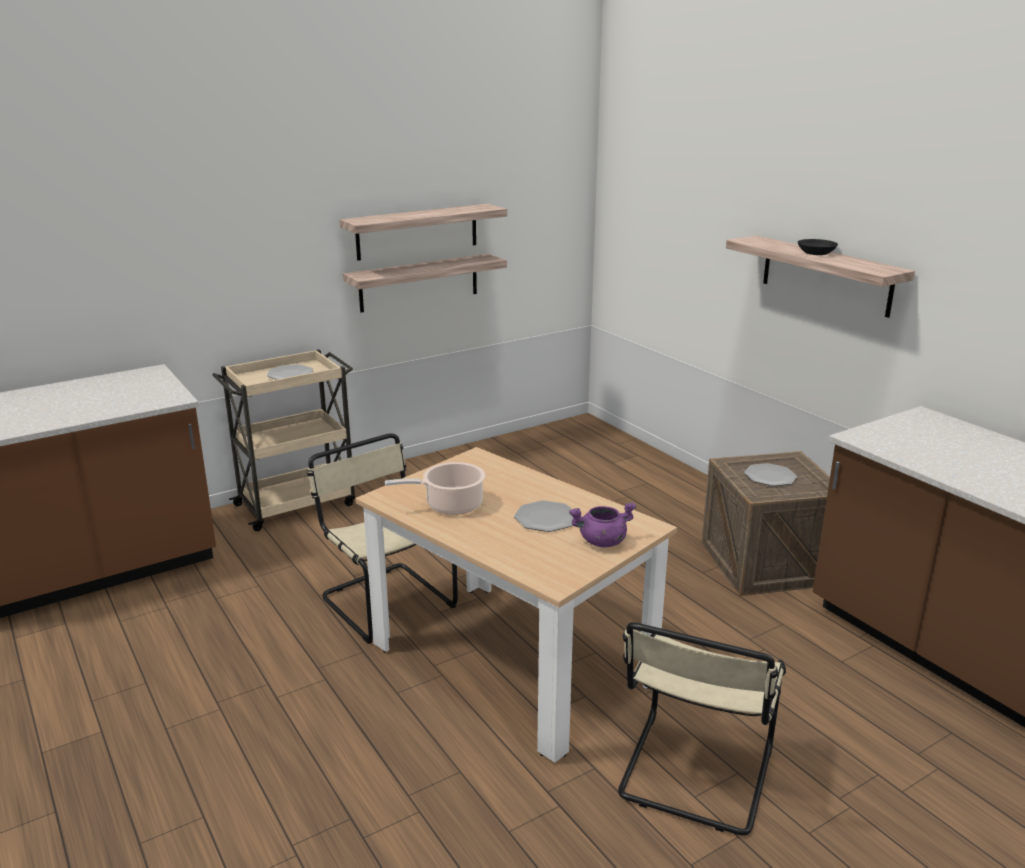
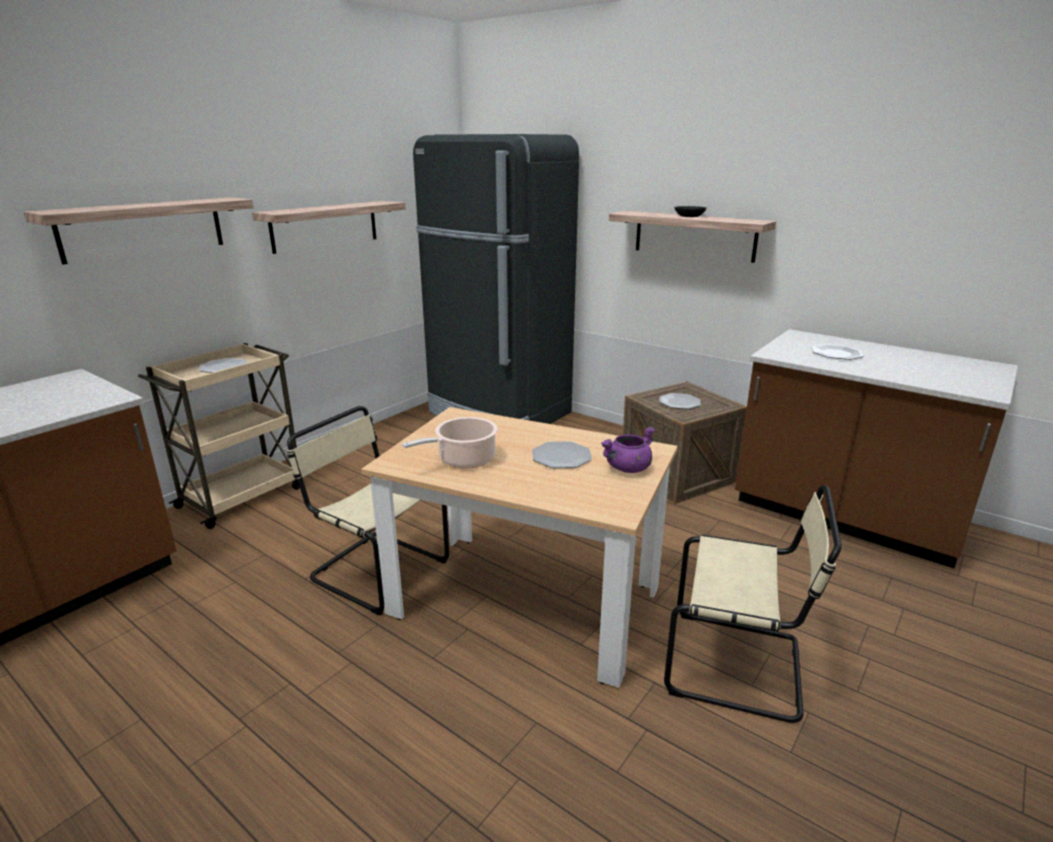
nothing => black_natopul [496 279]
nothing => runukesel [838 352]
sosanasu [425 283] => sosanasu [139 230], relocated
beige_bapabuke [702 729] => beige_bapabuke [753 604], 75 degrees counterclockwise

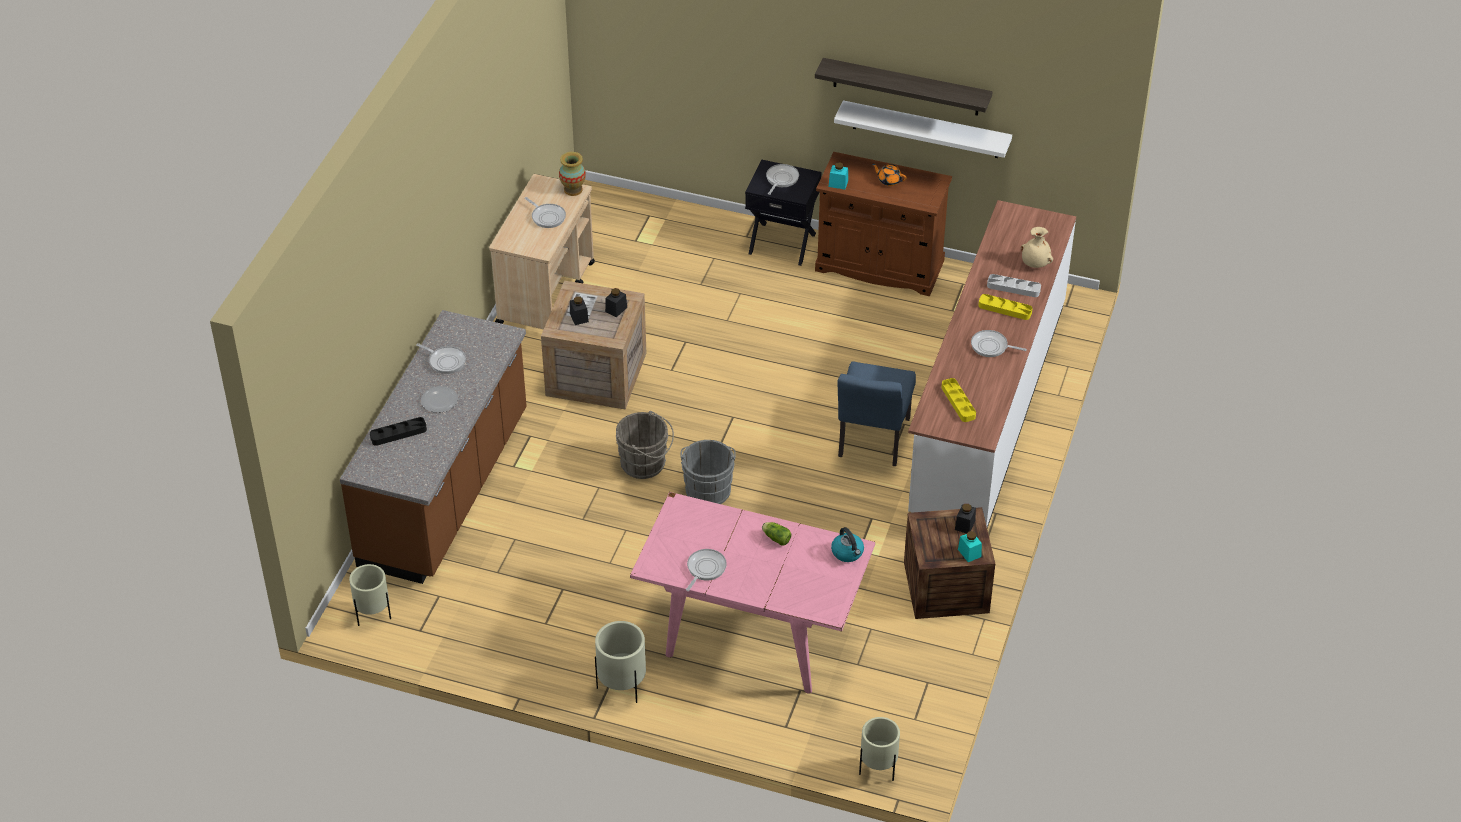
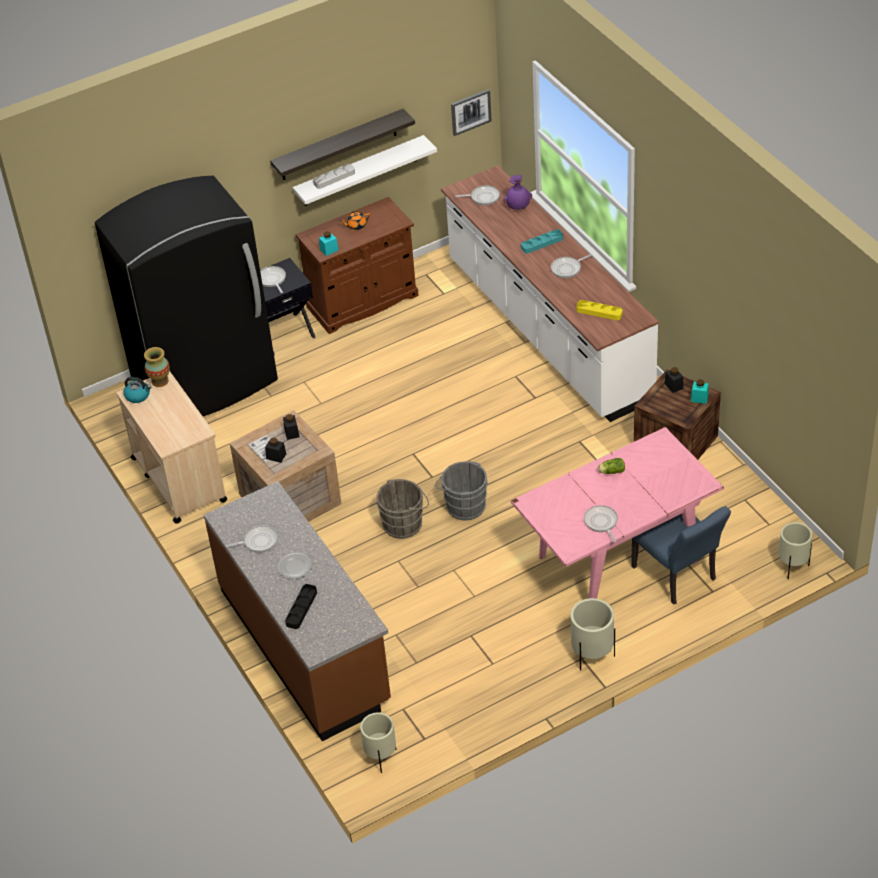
nothing => black_natopul [186 296]
nothing => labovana [471 112]
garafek [545 212] => garafek [477 195], relocated
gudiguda [847 544] => gudiguda [137 390], relocated
blue_bapabuke [876 413] => blue_bapabuke [681 555], relocated
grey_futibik [1014 285] => grey_futibik [334 176], relocated
yellow_futibik [1005 307] => turquoise_futibik [542 241]
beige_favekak [1037 247] => purple_favekak [517 192]

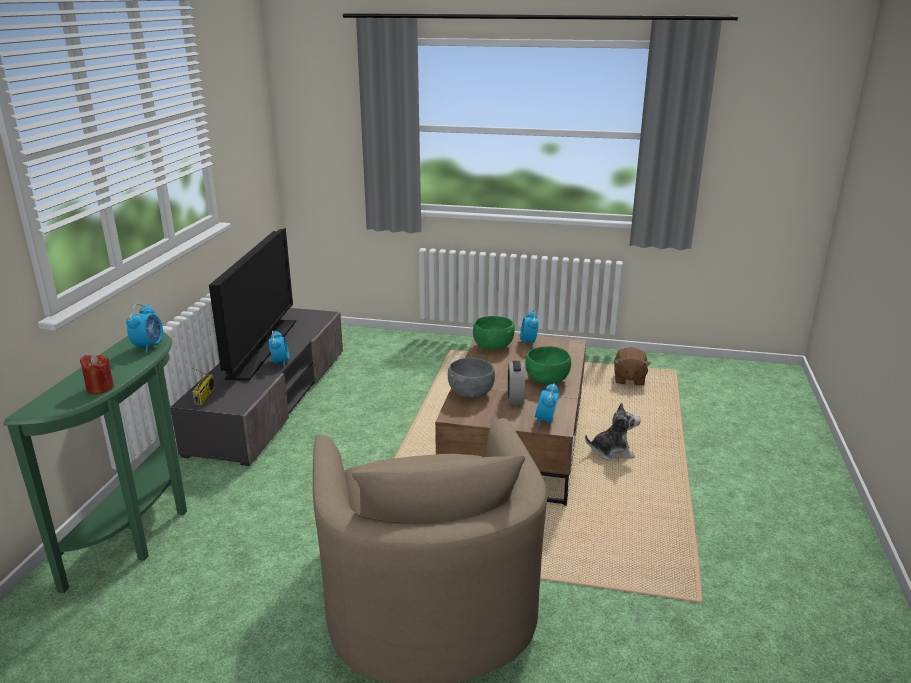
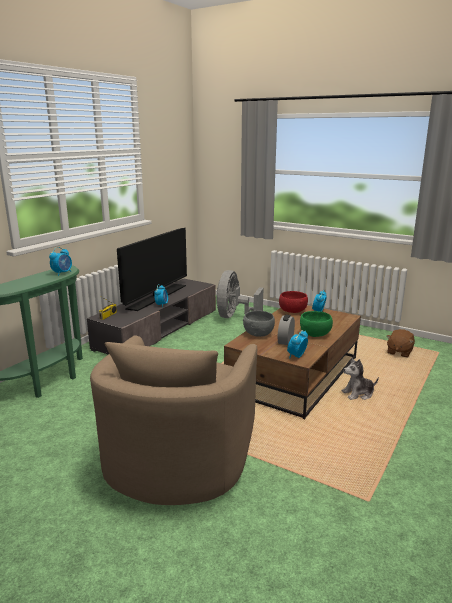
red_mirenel [97 374] => nothing
nothing => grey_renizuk [240 294]
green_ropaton [494 333] => red_ropaton [293 302]
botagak [613 431] => botagak [360 379], 150 degrees clockwise

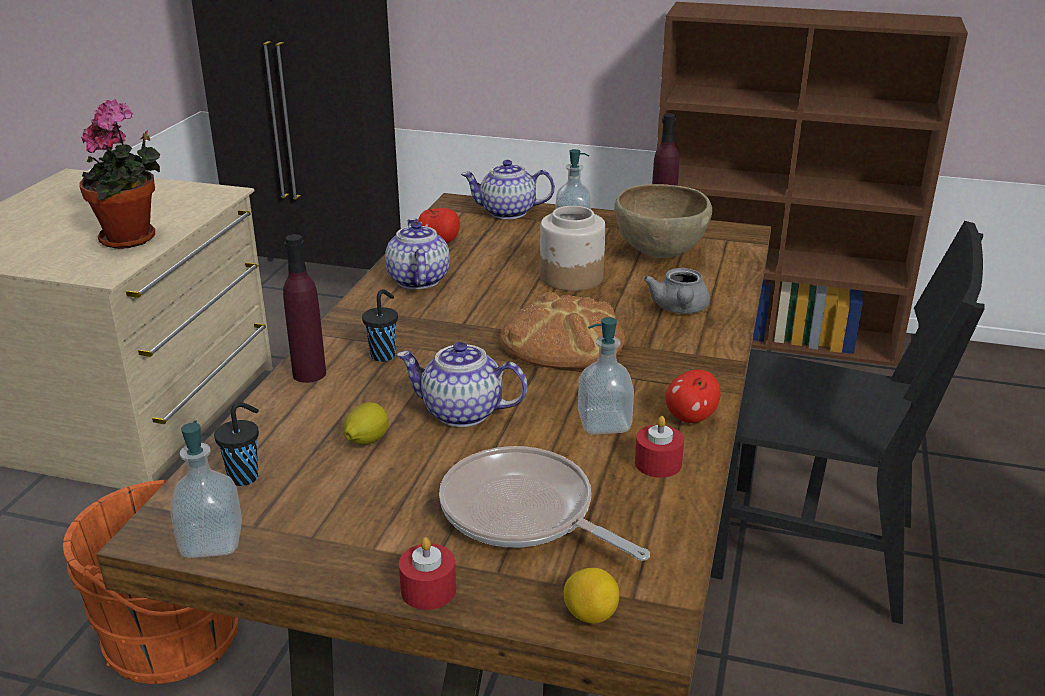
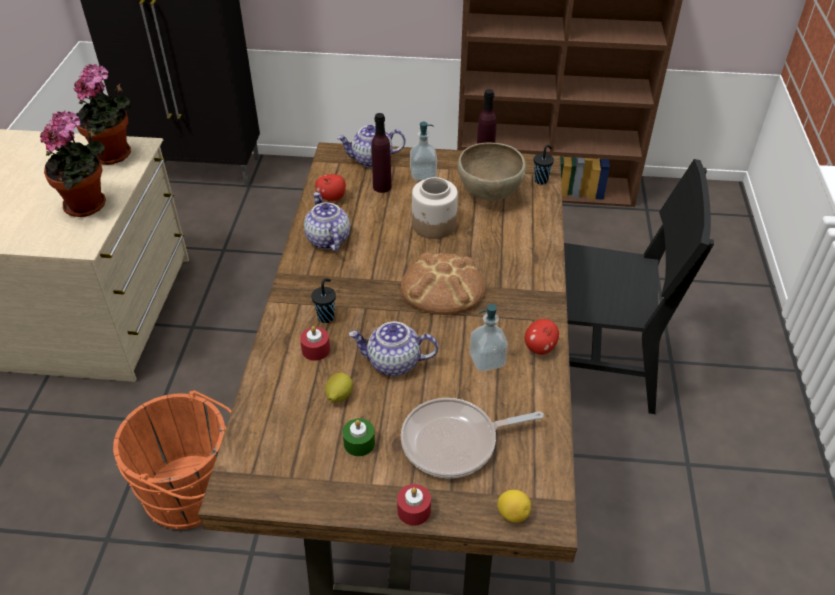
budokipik [206 489] => nothing
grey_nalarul [677 291] => nothing
nothing => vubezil [102 114]
nothing => green_mirenel [359 437]
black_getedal [236 444] => black_getedal [544 165], relocated
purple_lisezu [304 308] => purple_lisezu [381 153], relocated
red_mirenel [659 447] => red_mirenel [315 343], relocated
garafek [544 503] => garafek [472 438], 45 degrees counterclockwise

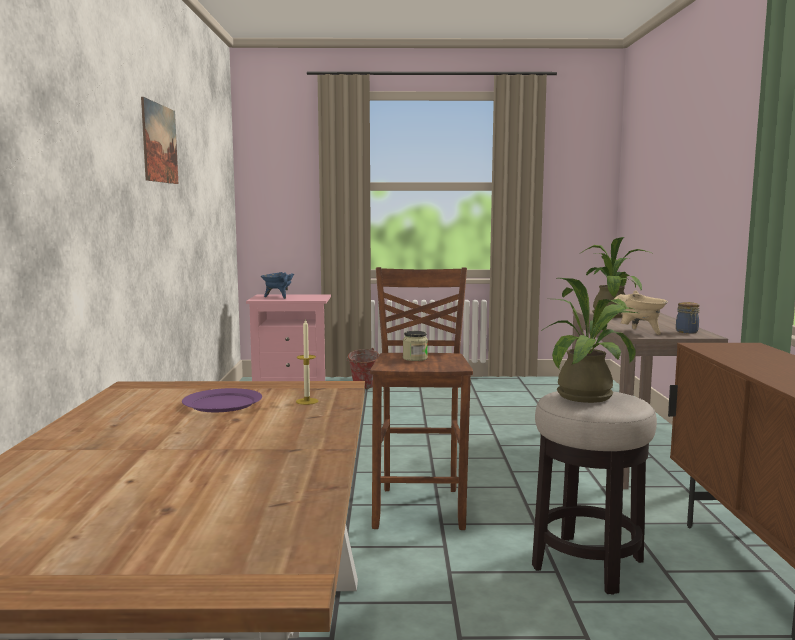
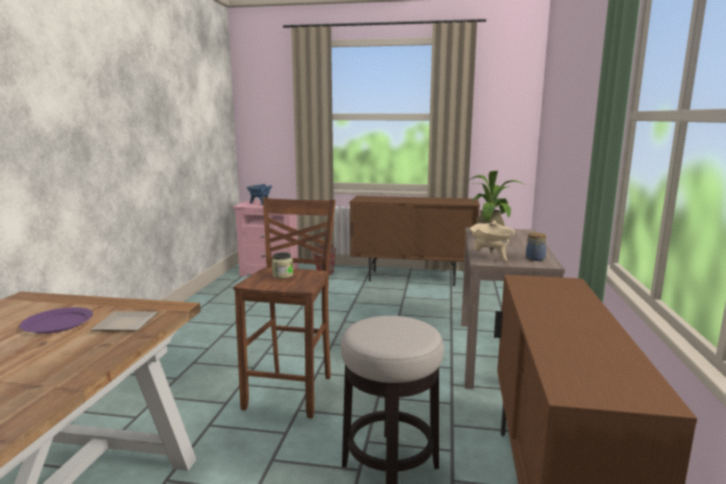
labovana [159 140] => nothing
vubezil [589 340] => nothing
nothing => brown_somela [415 241]
mirenel [307 361] => runukesel [124 321]

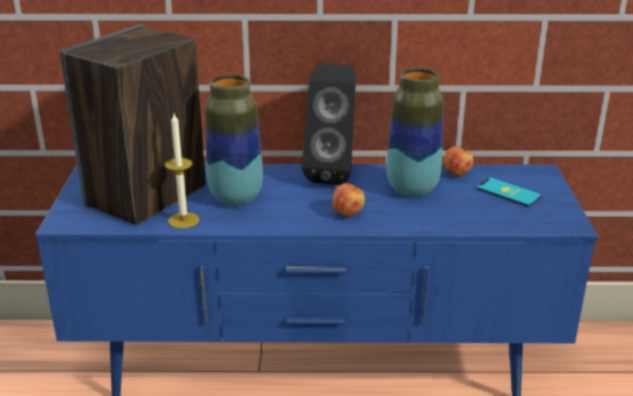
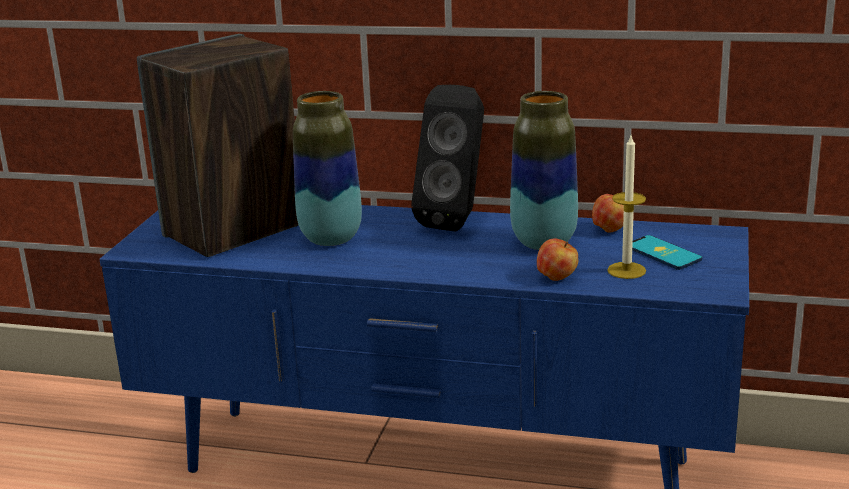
mirenel [182 171] => mirenel [626 207], relocated
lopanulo [348 200] => lopanulo [557 259], relocated

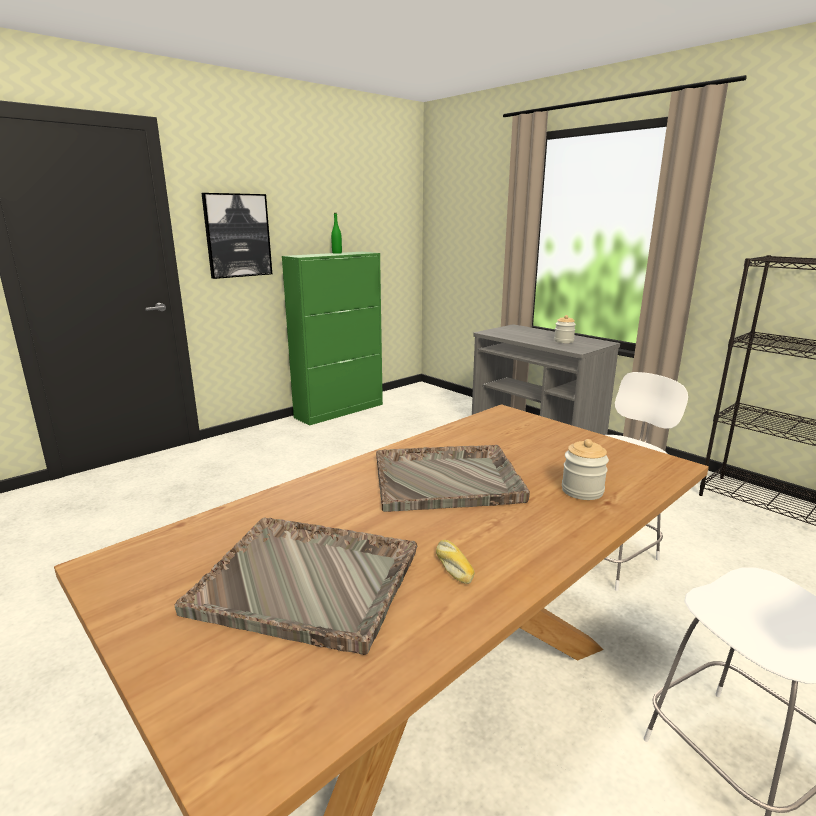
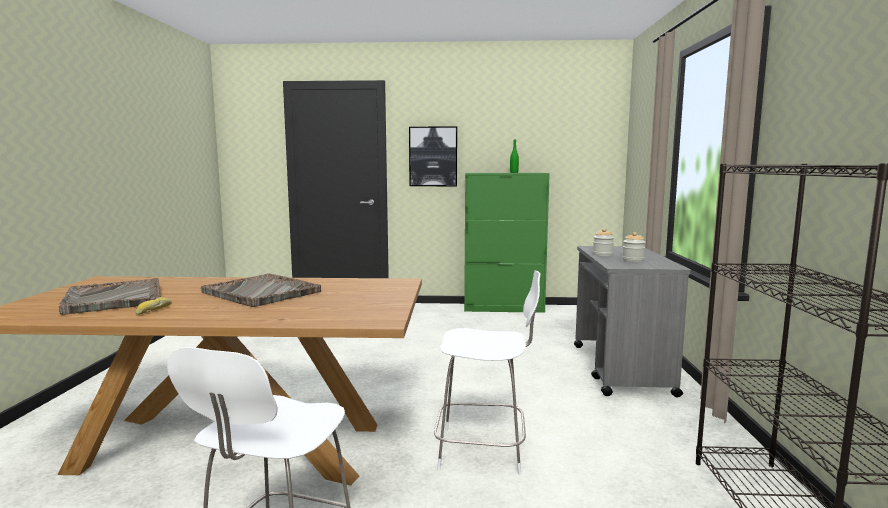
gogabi [585 469] => gogabi [603 242], relocated

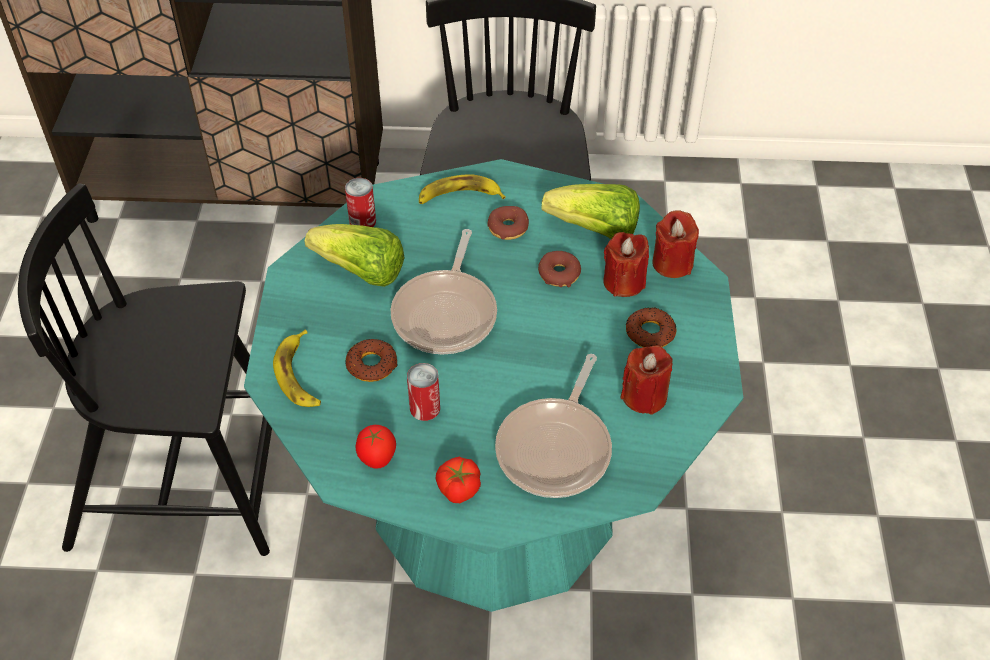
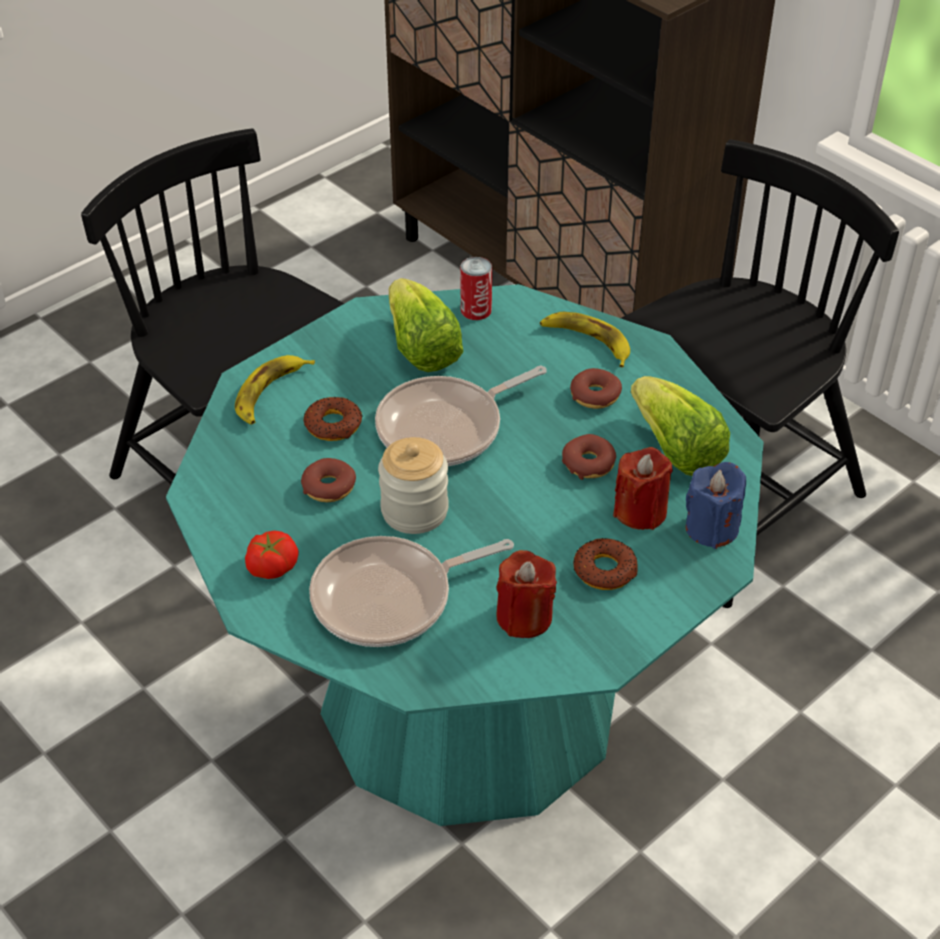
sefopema [376 447] => nothing
nothing => gogabi [413 485]
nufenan [423 392] => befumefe [328 480]
red_mirenel [675 244] => blue_mirenel [716 505]

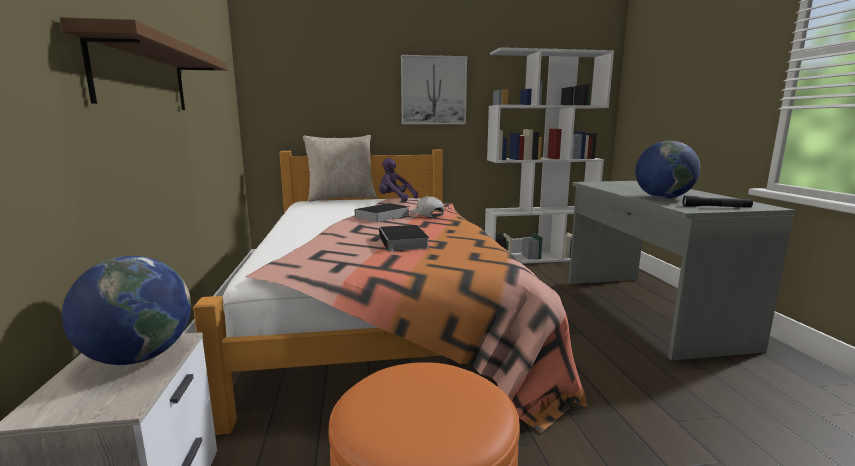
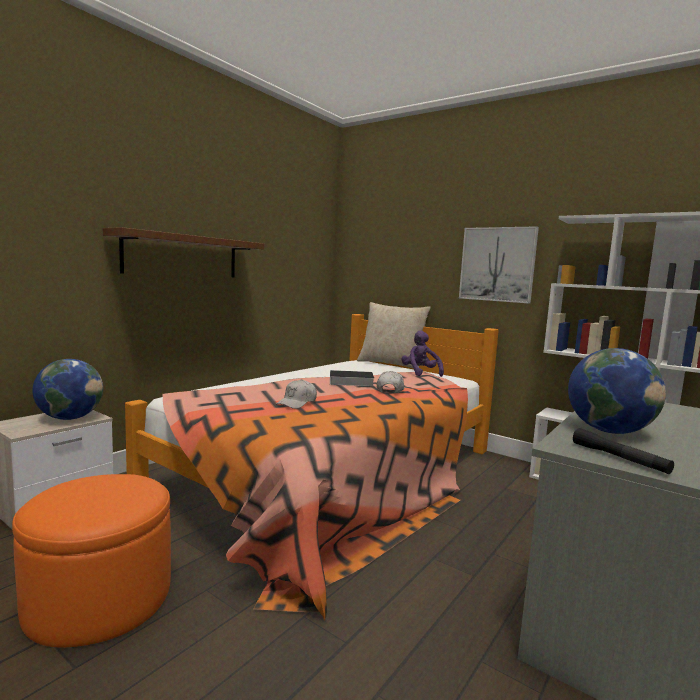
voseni [404 239] => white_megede [296 394]

